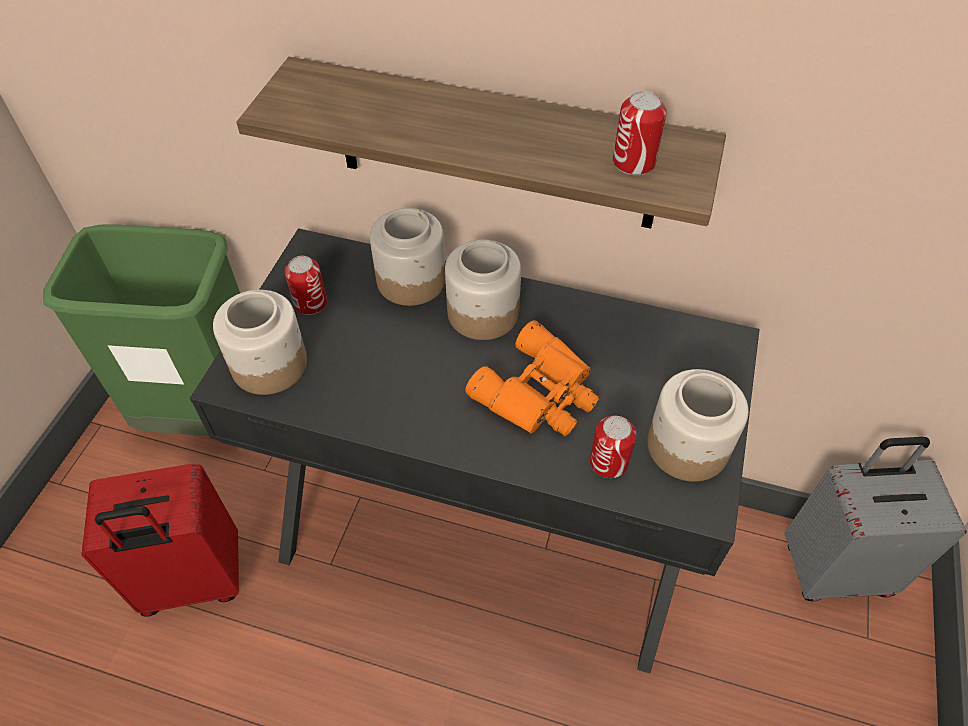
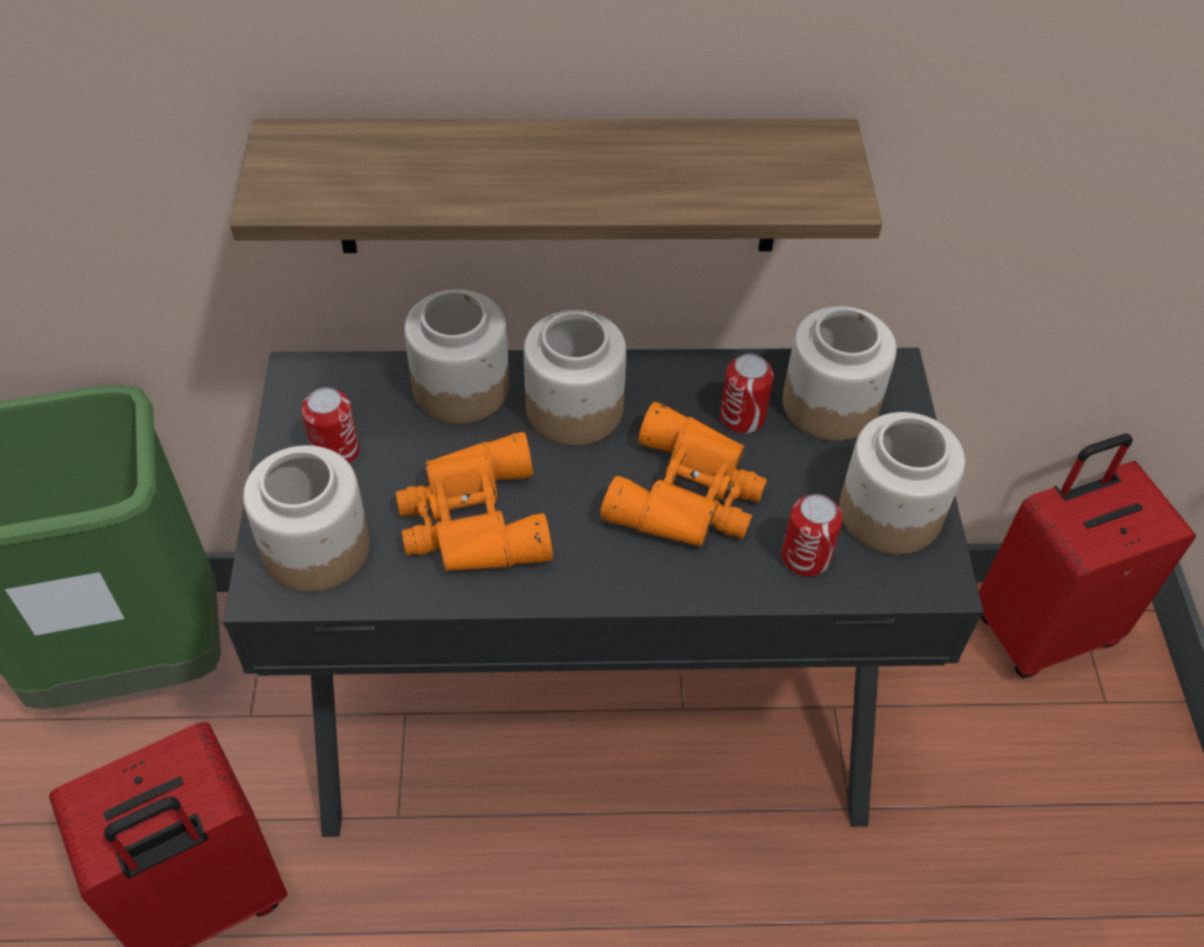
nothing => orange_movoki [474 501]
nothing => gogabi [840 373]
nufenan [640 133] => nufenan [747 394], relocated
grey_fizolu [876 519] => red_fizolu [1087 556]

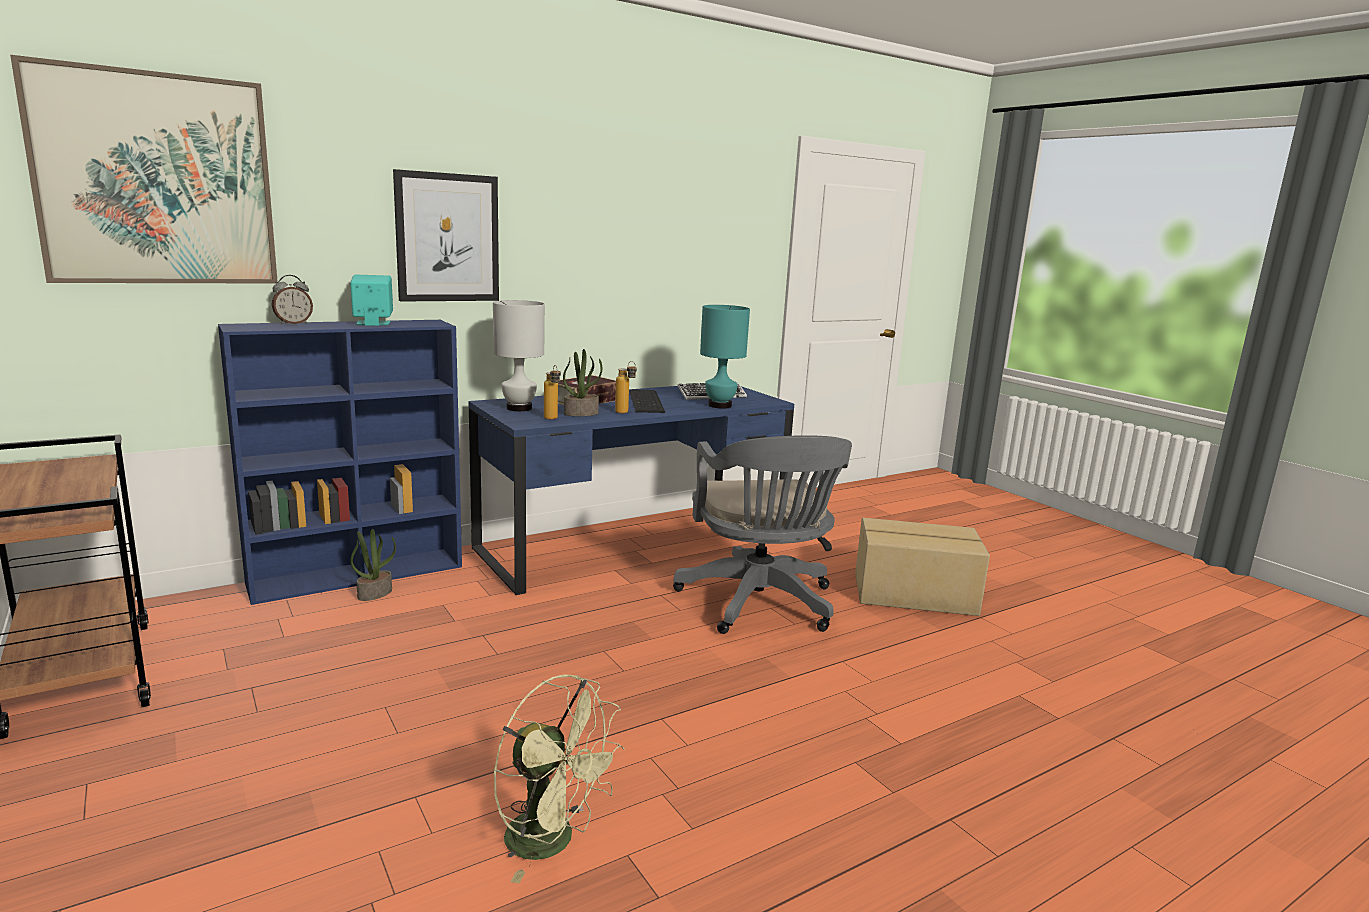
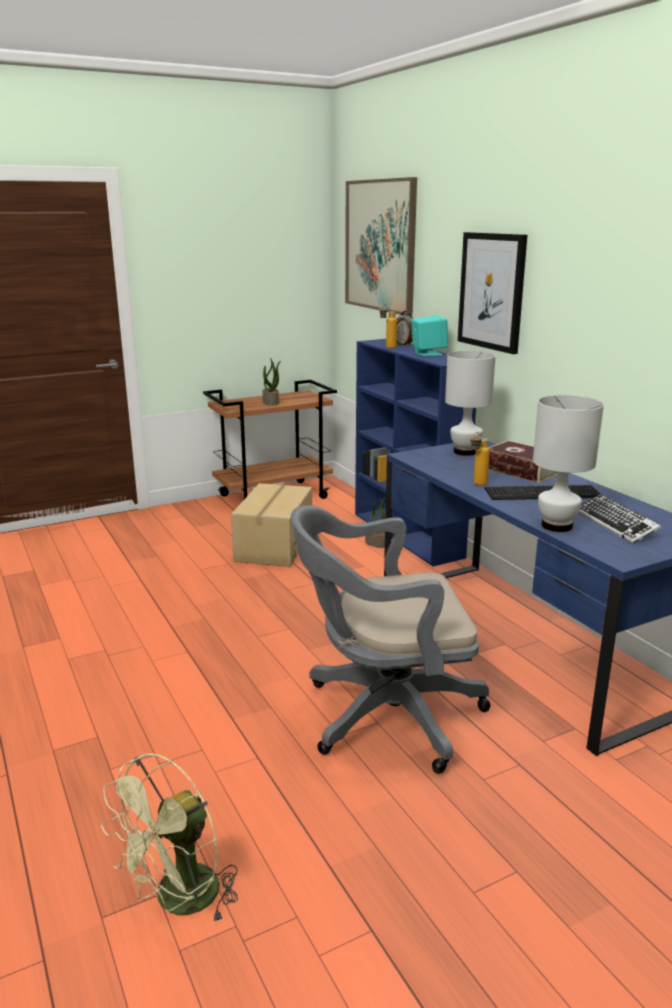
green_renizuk [559 778] => green_renizuk [169 839], relocated
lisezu [552 392] => lisezu [388 326], relocated
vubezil [582 382] => vubezil [272 381], relocated
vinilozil [922 567] => vinilozil [271 525], relocated
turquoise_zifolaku [725 357] => white_zifolaku [568 463]

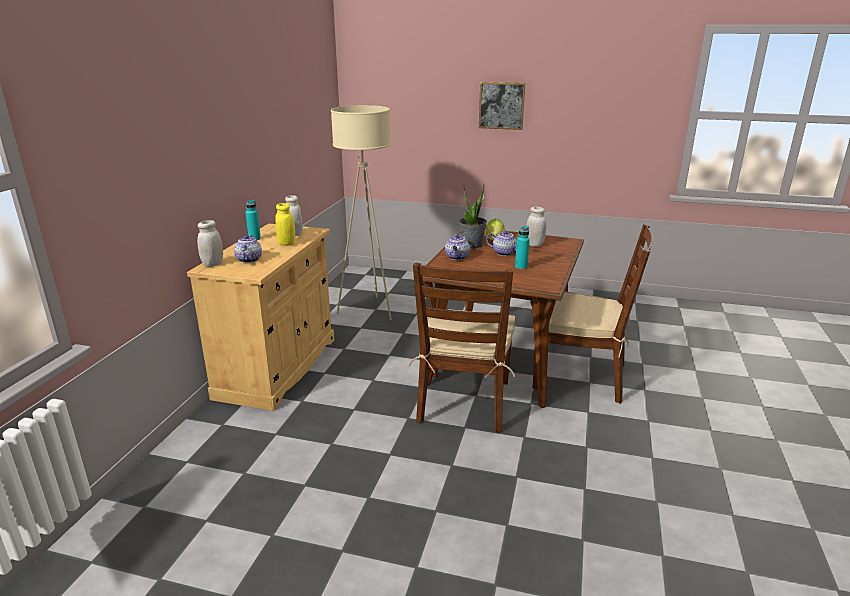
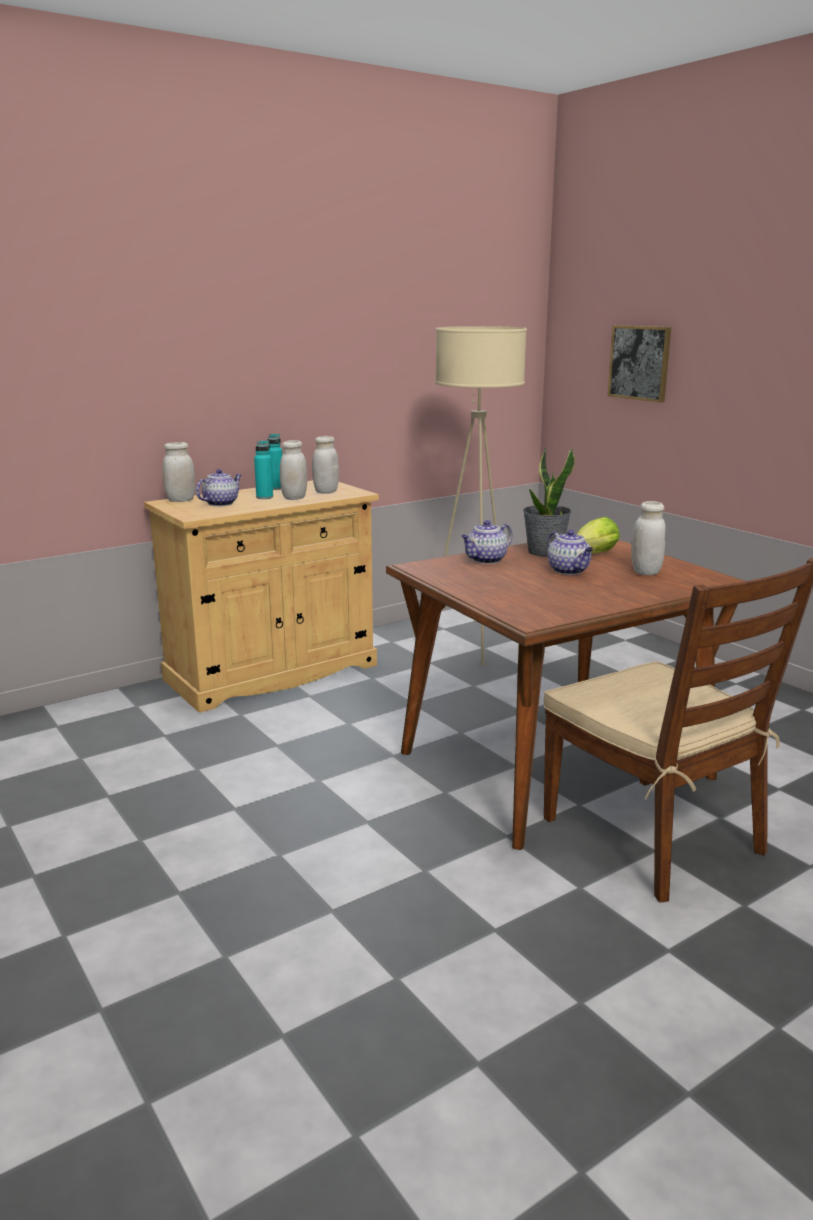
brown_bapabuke [461 348] => nothing
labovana [502 106] => labovana [639 364], relocated
turquoise_lisezu [522 248] => turquoise_lisezu [263 470], relocated
yellow_gogabi [285 224] => white_gogabi [294 470]

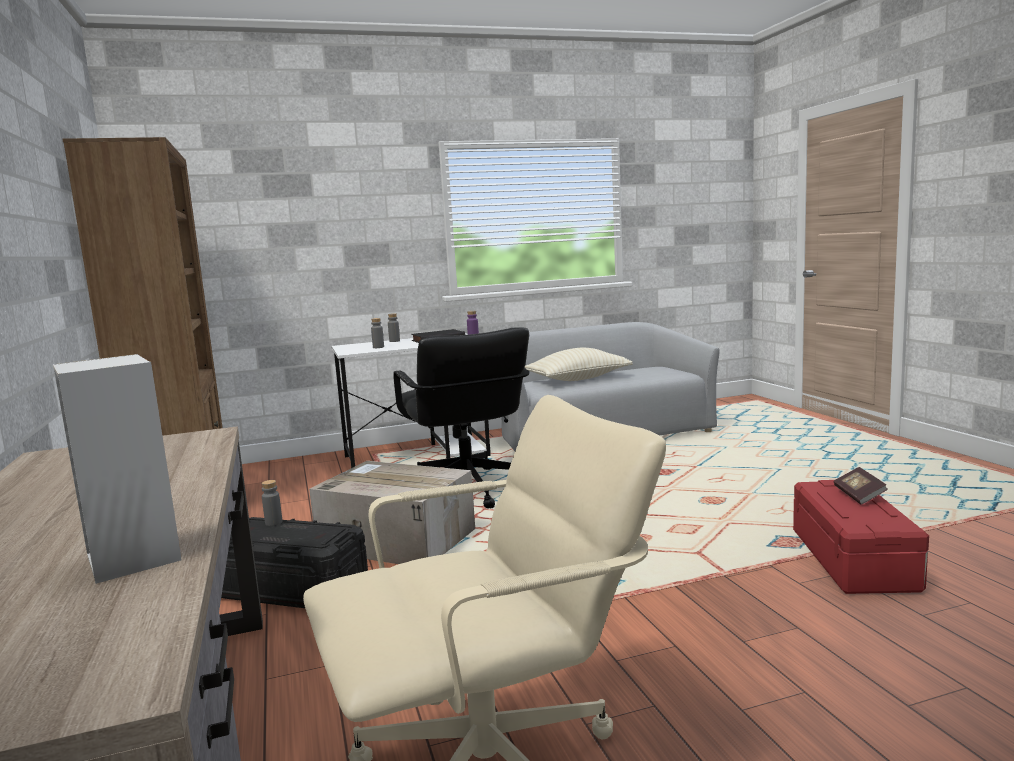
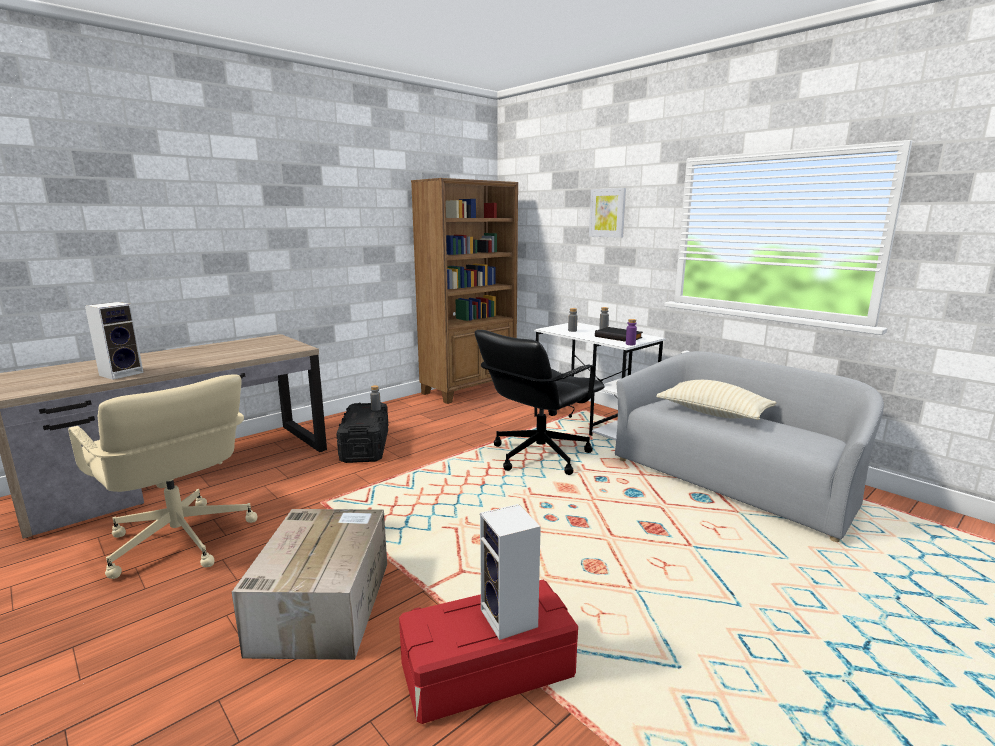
nothing => labovana [607 213]
vinilozil [392 512] => vinilozil [309 584], relocated
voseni [861 486] => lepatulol [510 572]

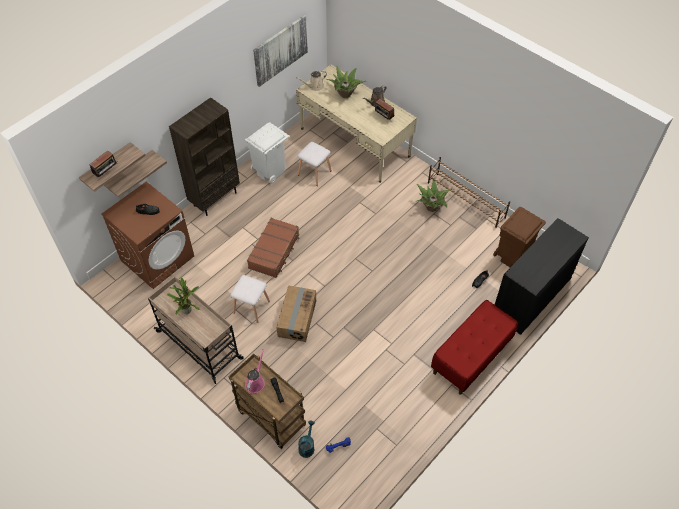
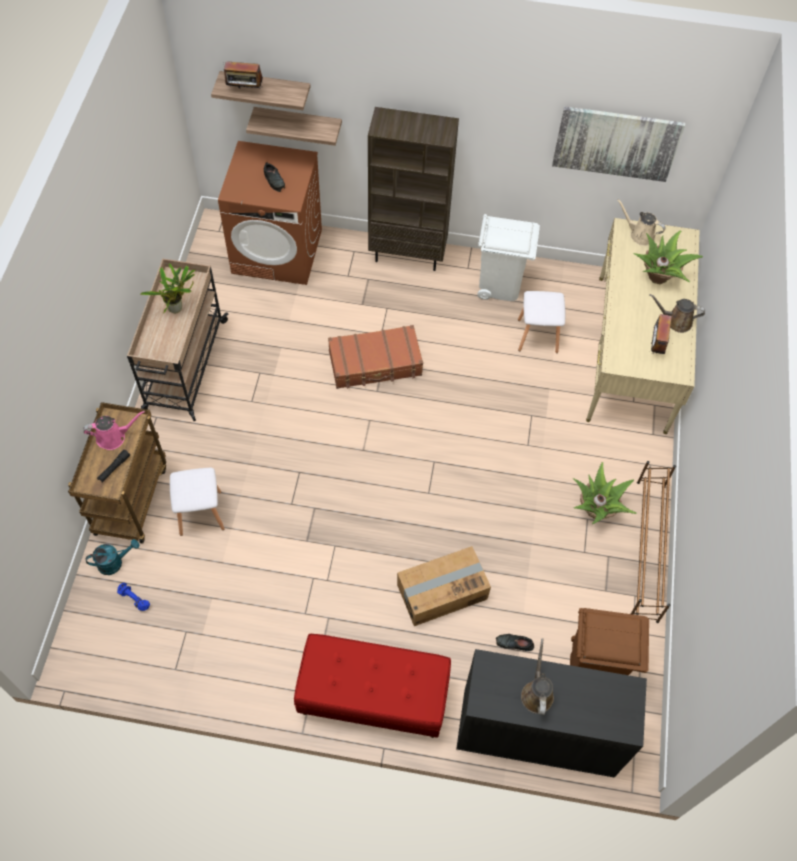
nothing => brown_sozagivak [537 676]
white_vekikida [250 299] => white_vekikida [197 502], relocated
vinilozil [296 313] => vinilozil [444 586], relocated

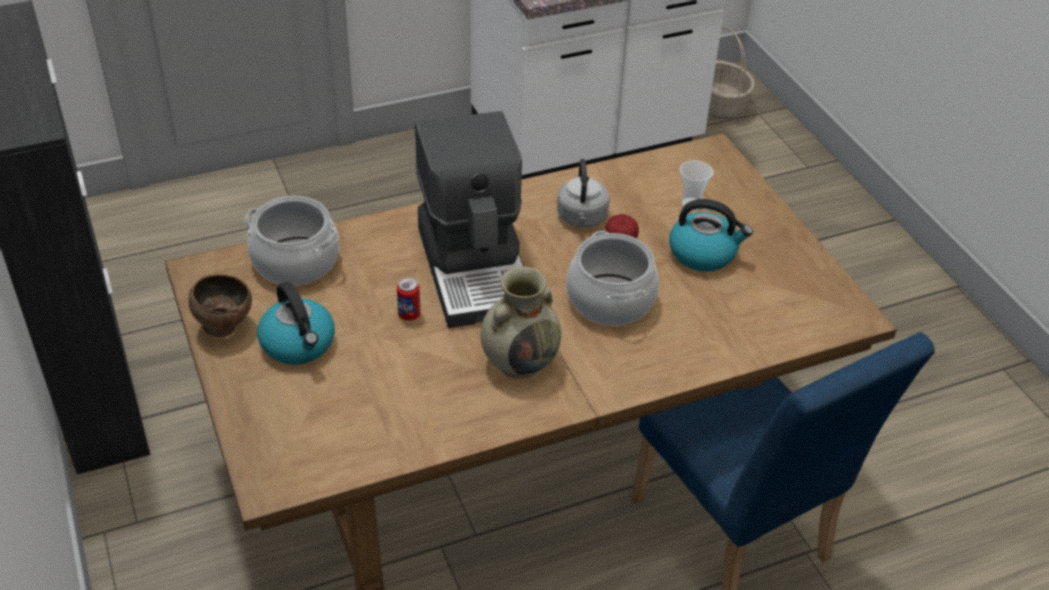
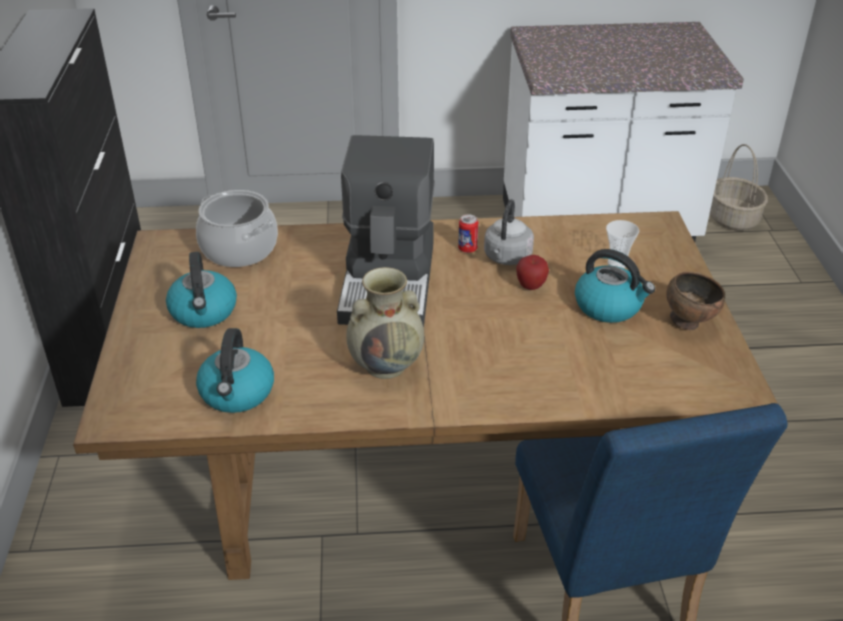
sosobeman [612 278] => nothing
nothing => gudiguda [235 370]
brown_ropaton [220 305] => brown_ropaton [695 301], relocated
nufenan [408 299] => nufenan [468 233], relocated

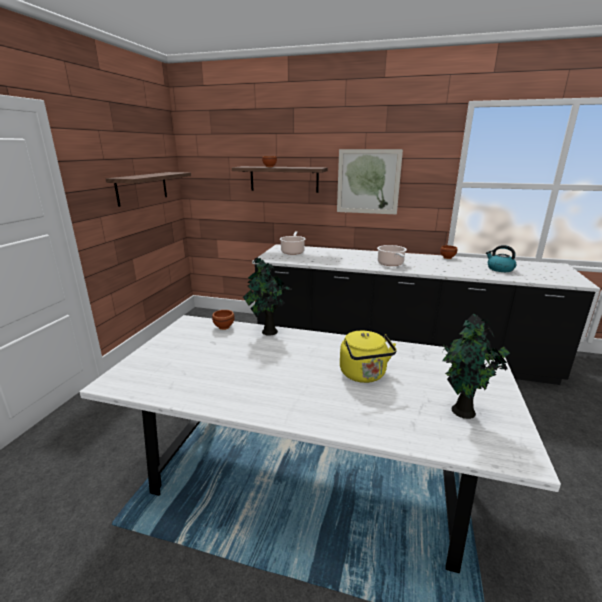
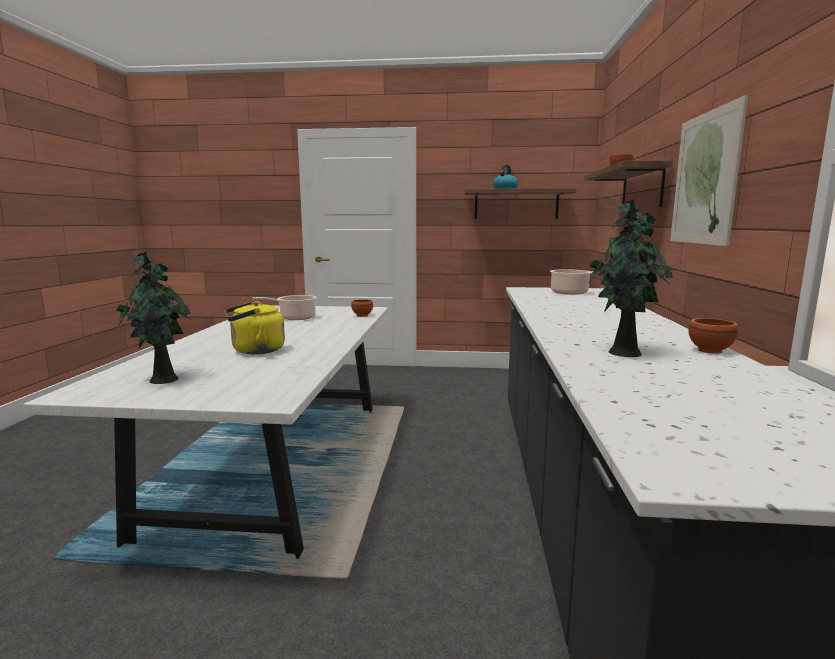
vubezil [267 296] => vubezil [630 278], relocated
sosobeman [392 255] => sosobeman [284 307], relocated
gudiguda [501 258] => gudiguda [505 176], relocated

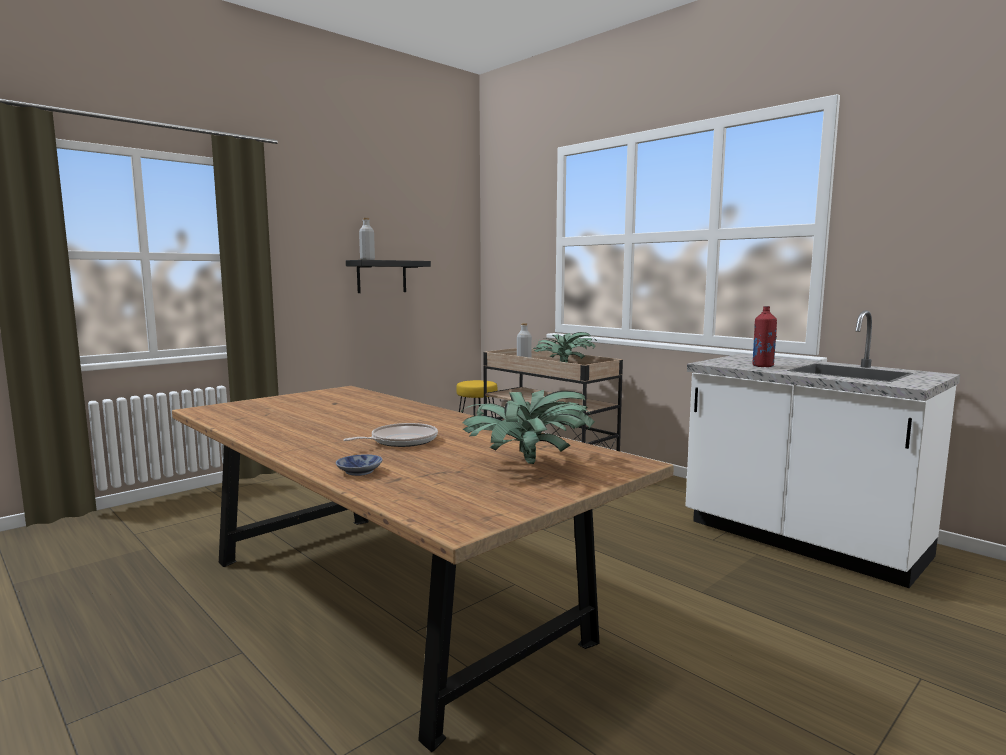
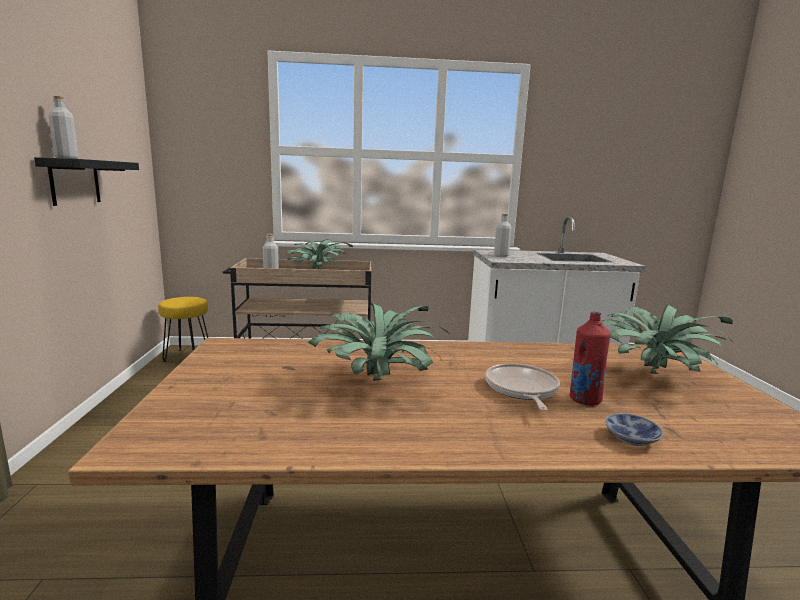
nothing => vubezil [378 342]
nothing => grey_lisezu [502 235]
red_lisezu [764 336] => red_lisezu [590 359], relocated

